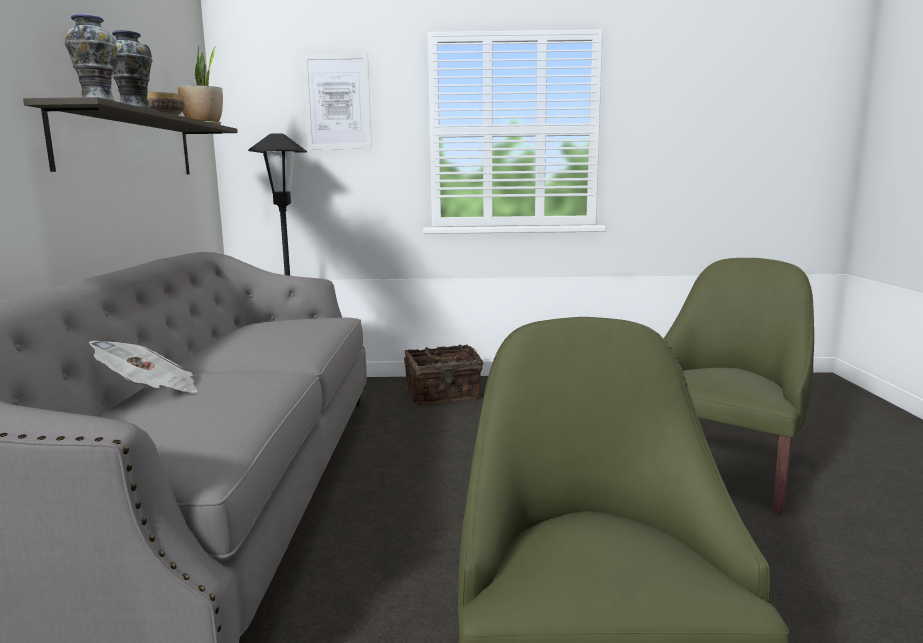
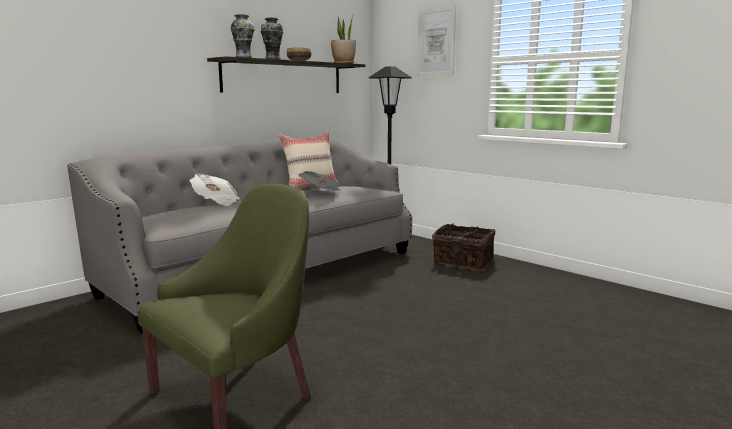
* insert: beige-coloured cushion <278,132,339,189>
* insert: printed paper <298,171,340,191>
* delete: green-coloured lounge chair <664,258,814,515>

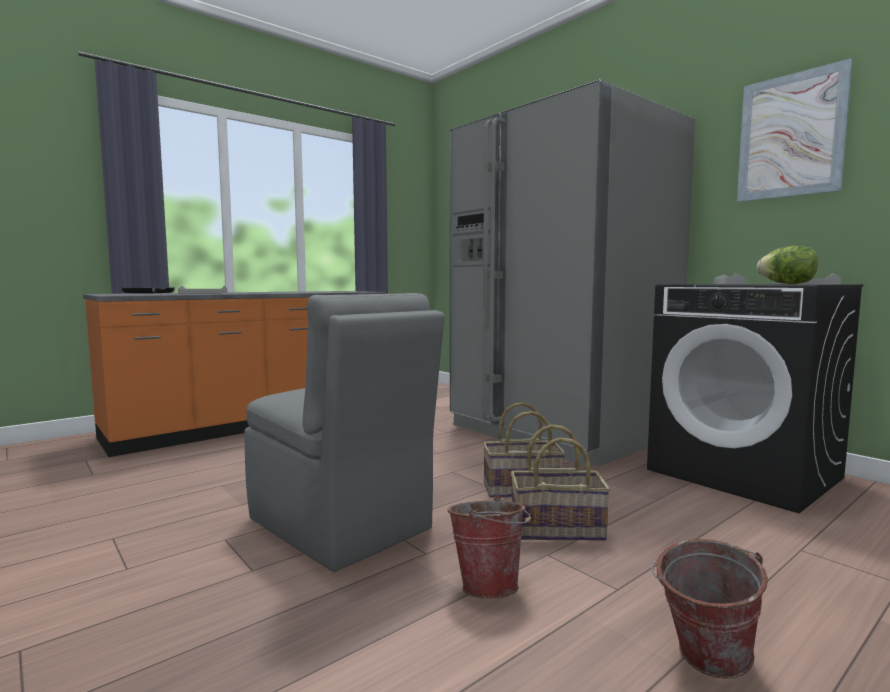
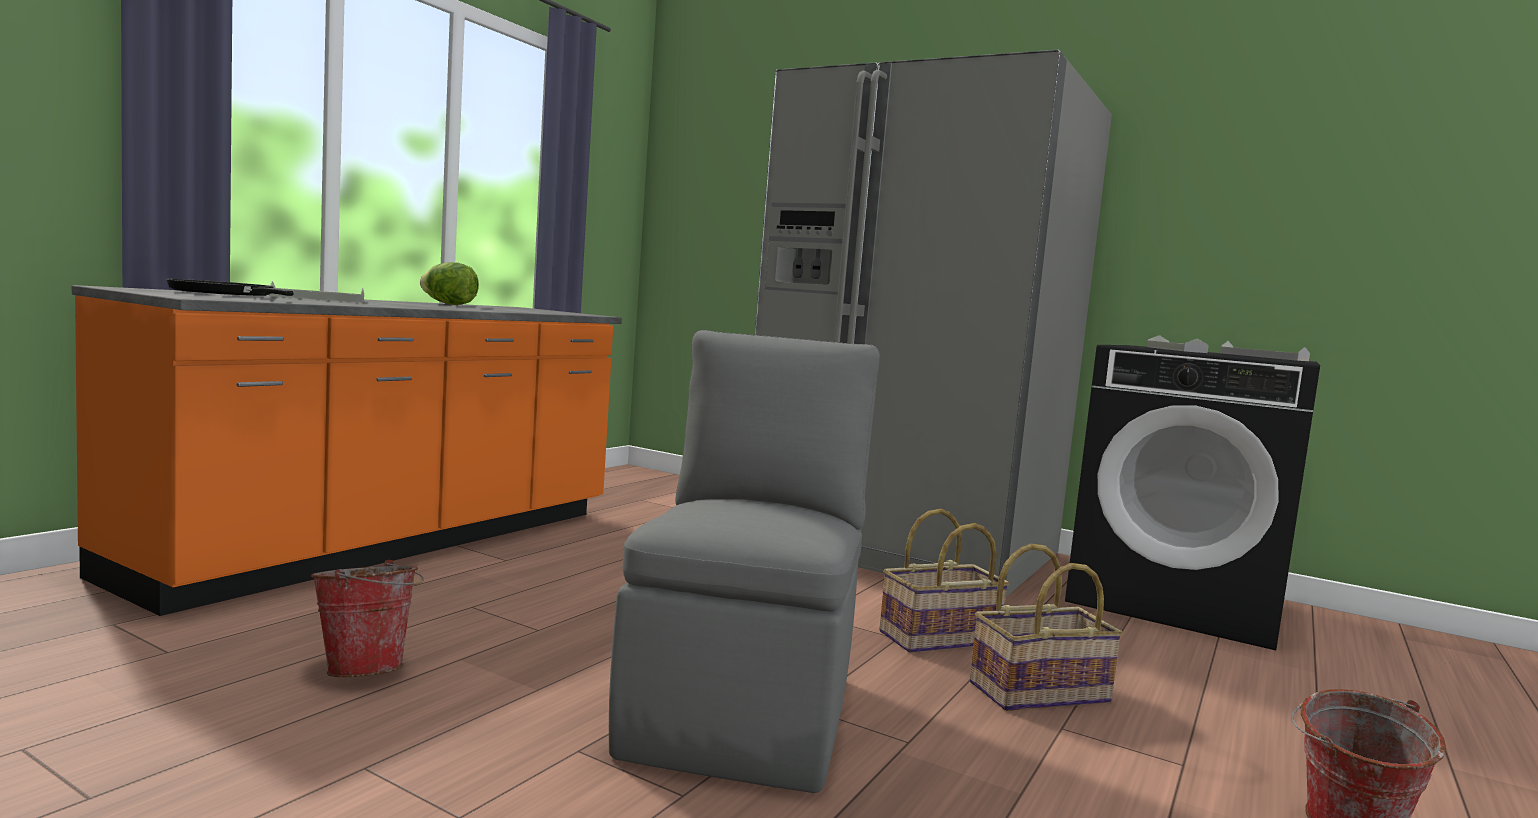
* move: water bucket <447,495,531,598> to <311,560,424,677>
* move: head of lettuce <757,246,818,284> to <420,262,479,305>
* rotate: grey upright chair <244,293,445,572> = <609,330,880,793> 105 degrees counterclockwise
* delete: wall picture <737,58,853,202>

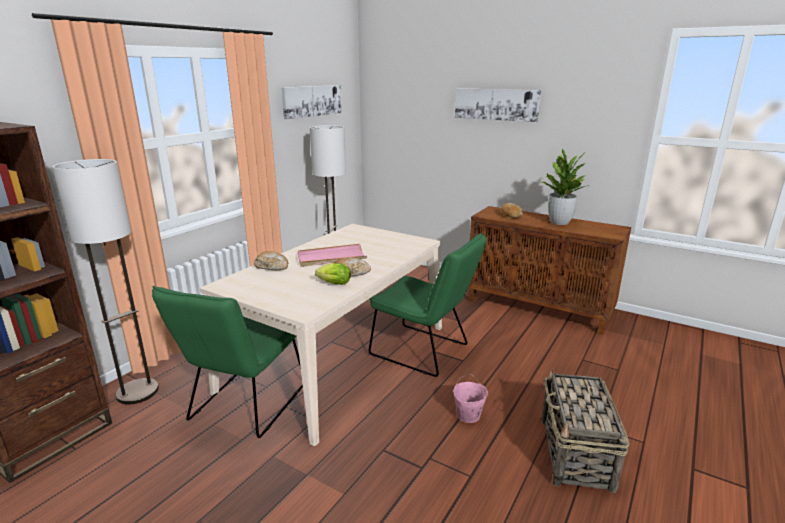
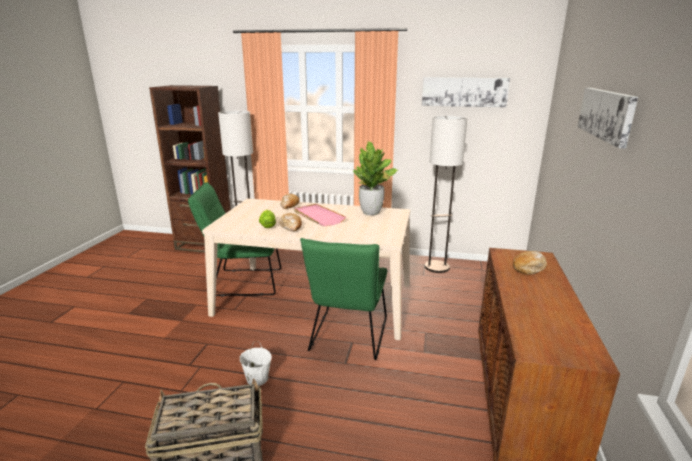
* recolor: pink-coloured water bucket <453,374,488,423> to whitish water bucket <240,341,272,386>
* move: houseplant <541,149,590,225> to <353,141,398,215>

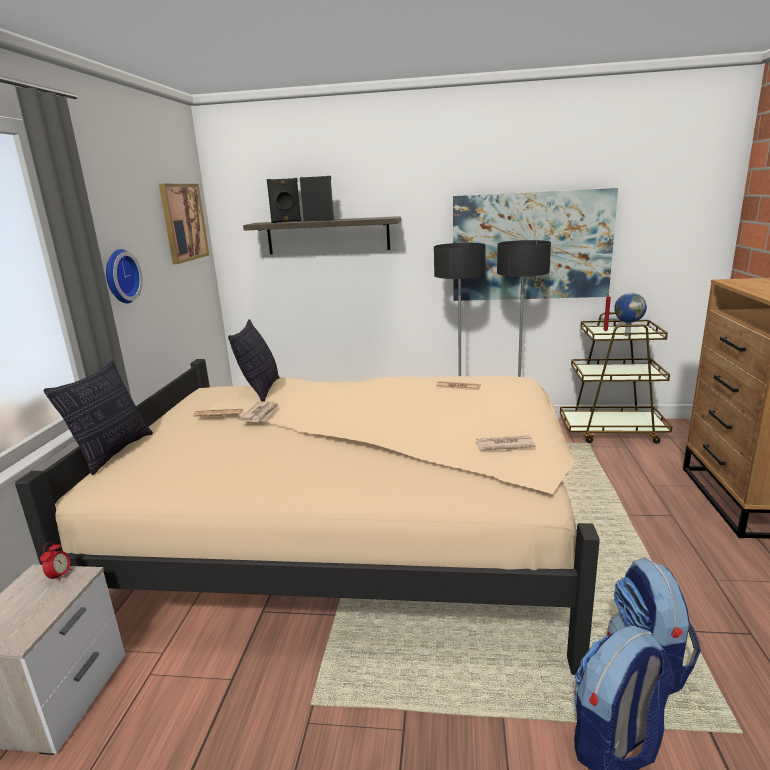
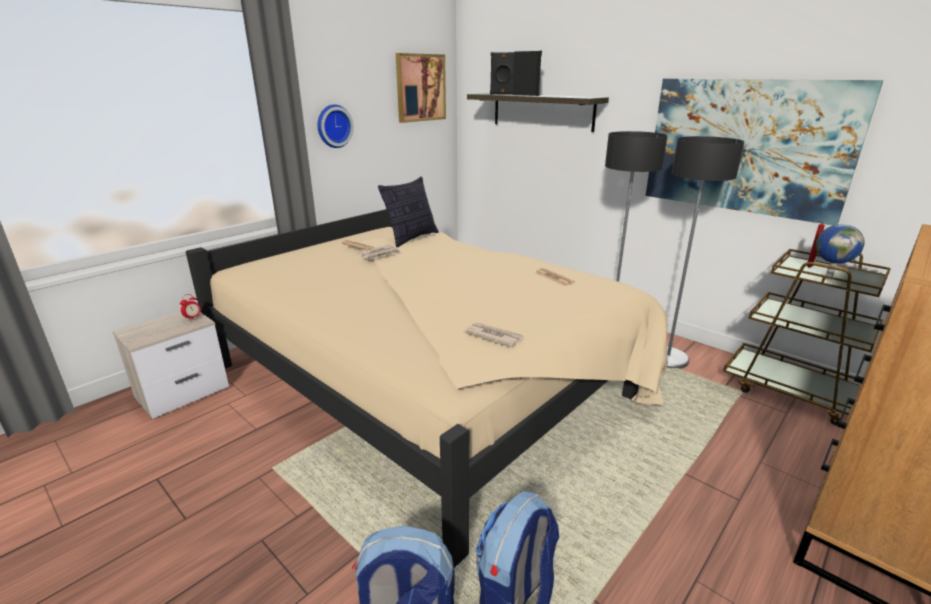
* delete: cushion <44,361,153,475>

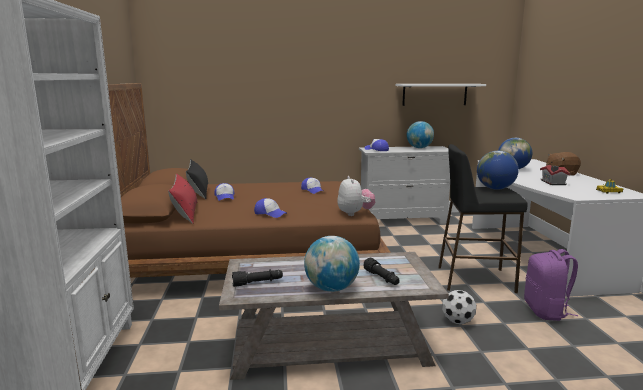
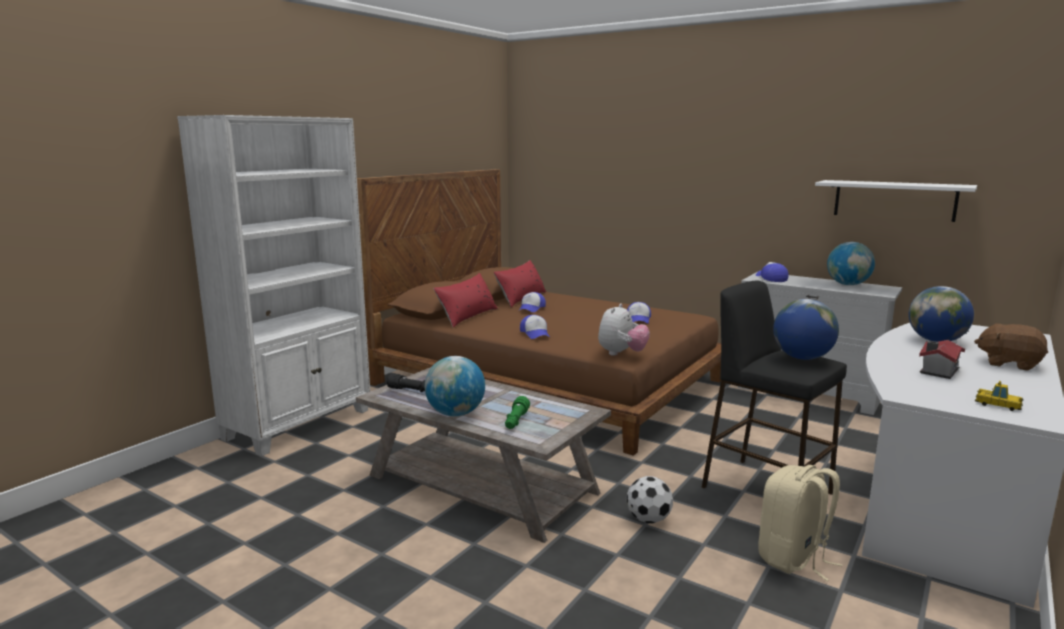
* recolor: black cushion <186,159,208,199> to reddish cushion <494,260,546,307>
* recolor: black hand torch <363,258,400,285> to green-coloured hand torch <505,396,530,429>
* recolor: purple-coloured backpack <524,249,578,321> to beige-coloured backpack <758,465,842,581>

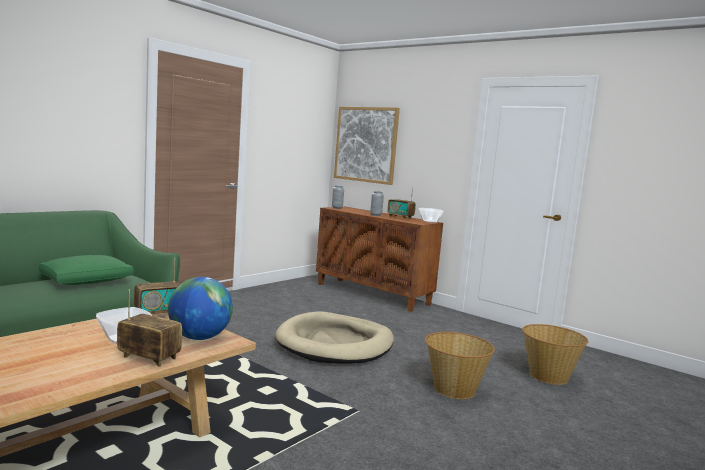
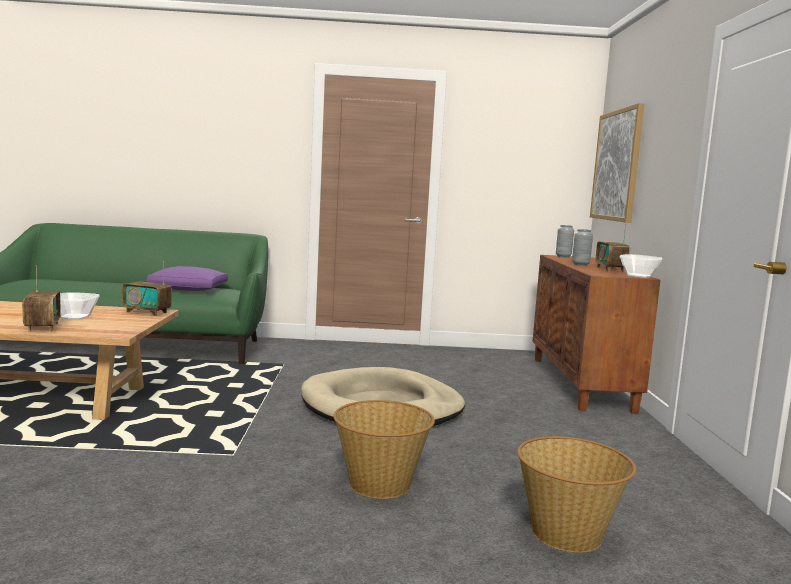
* recolor: green-coloured cushion <39,255,134,285> to purple-coloured cushion <147,266,228,291>
* delete: world globe <168,277,233,340>

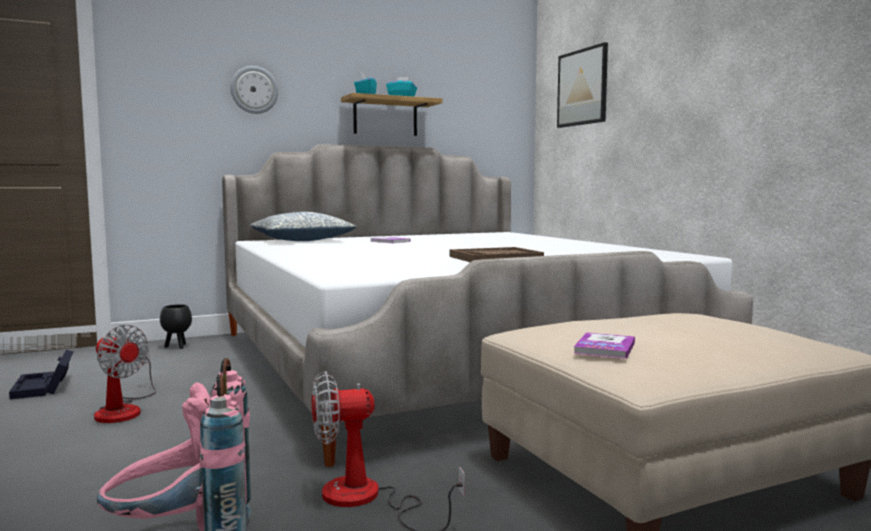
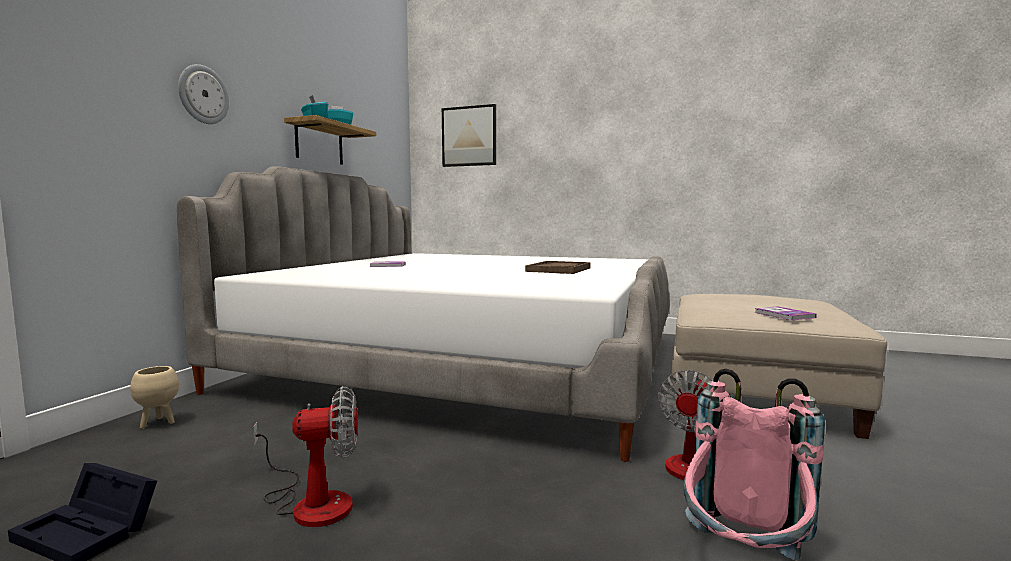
* recolor: black plant pot <160,304,192,349> to beige-coloured plant pot <130,366,179,429>
* delete: cushion <250,212,357,241>

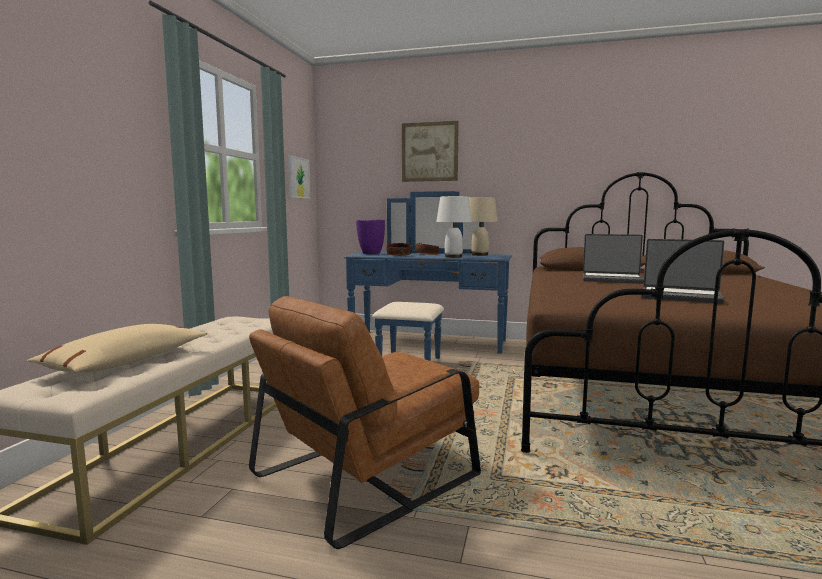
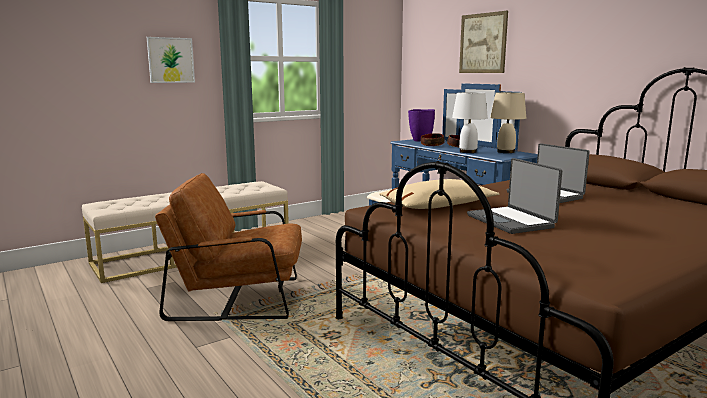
* move: wall picture <288,155,310,199> to <147,37,195,83>
* move: beige-coloured cushion <27,324,207,372> to <379,179,499,209>

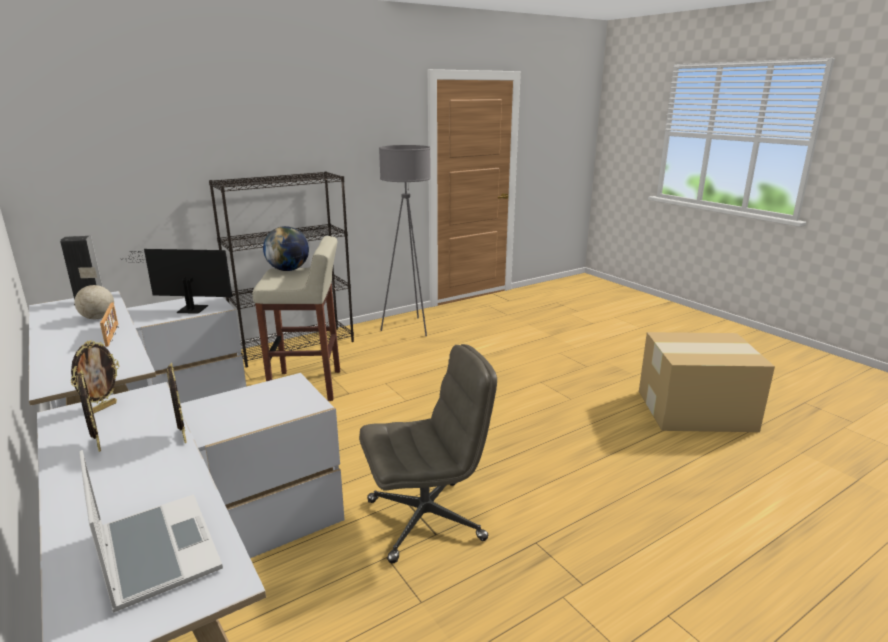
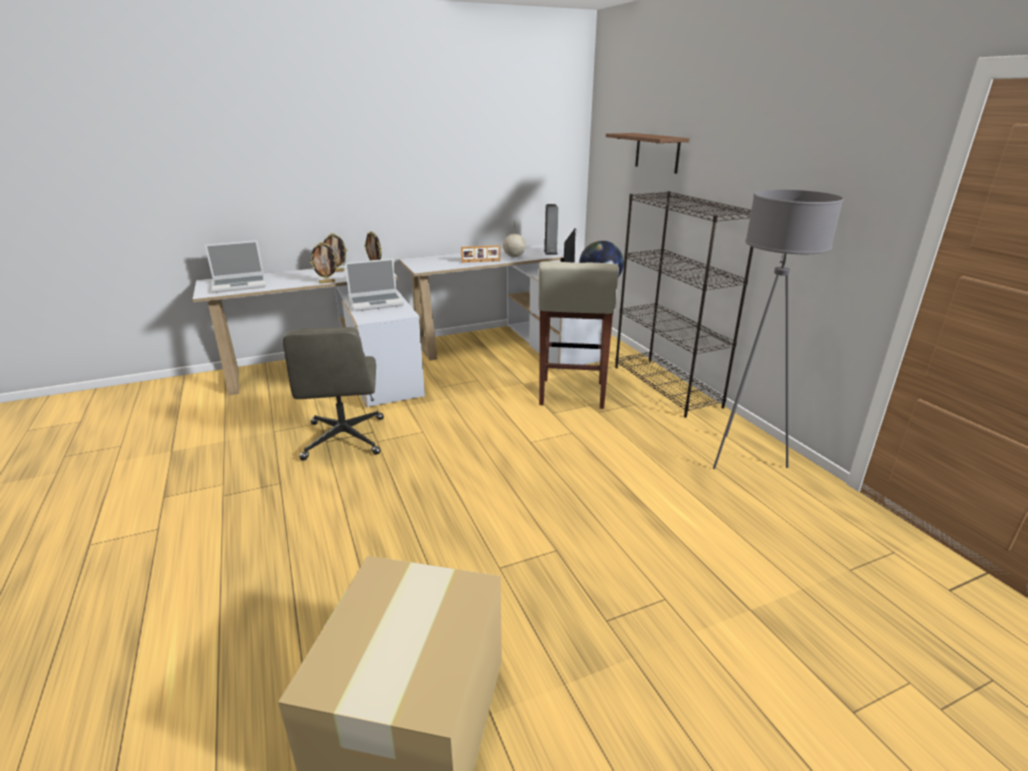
* insert: portable computer <345,258,404,311>
* insert: brown wall shelf <606,133,689,174>

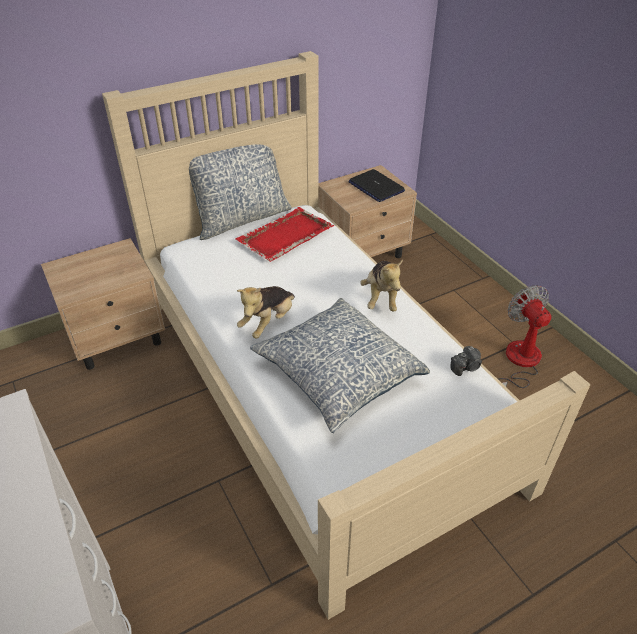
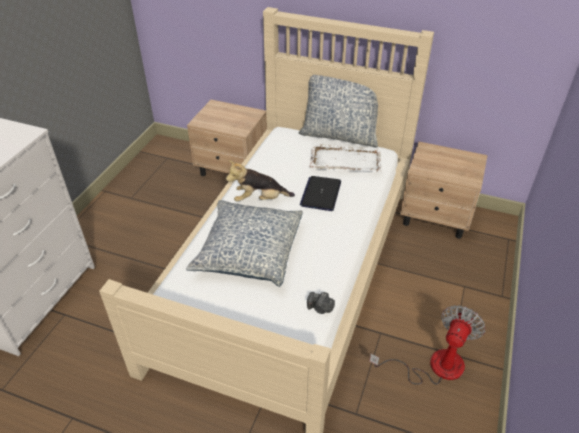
* move: portable computer <348,169,405,202> to <300,176,341,211>
* recolor: reddish serving tray <236,207,334,262> to whitish serving tray <309,143,382,172>
* delete: soft toy <360,260,403,311>

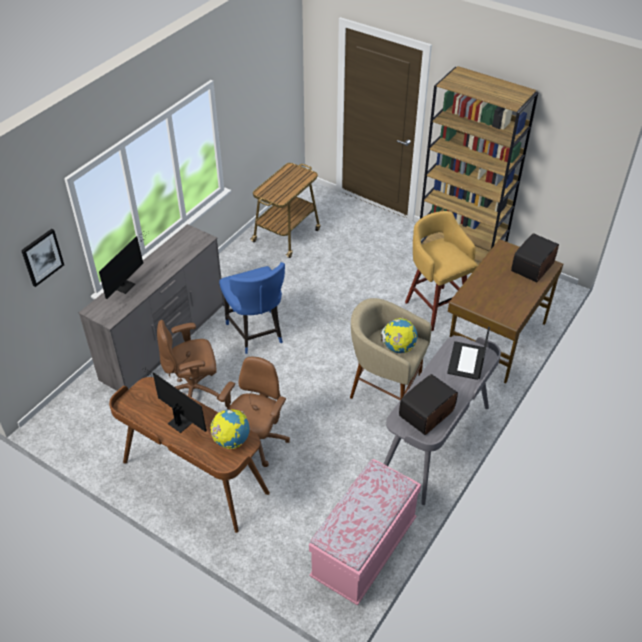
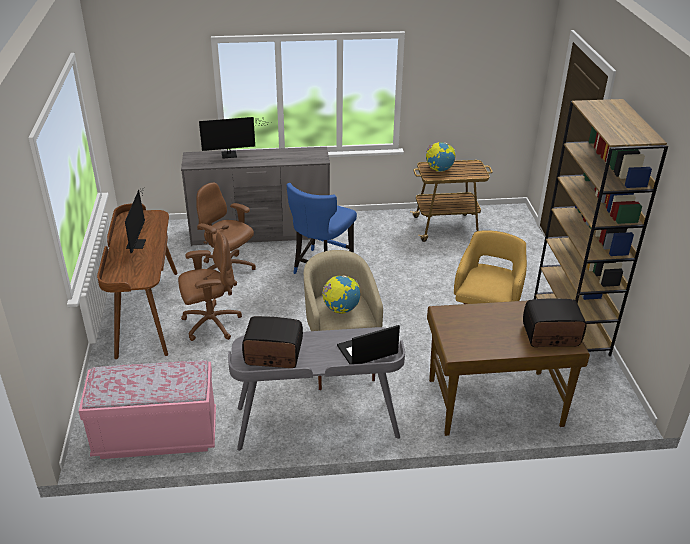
* move: world globe <210,409,250,449> to <426,142,456,172>
* delete: wall picture <21,229,64,287>

